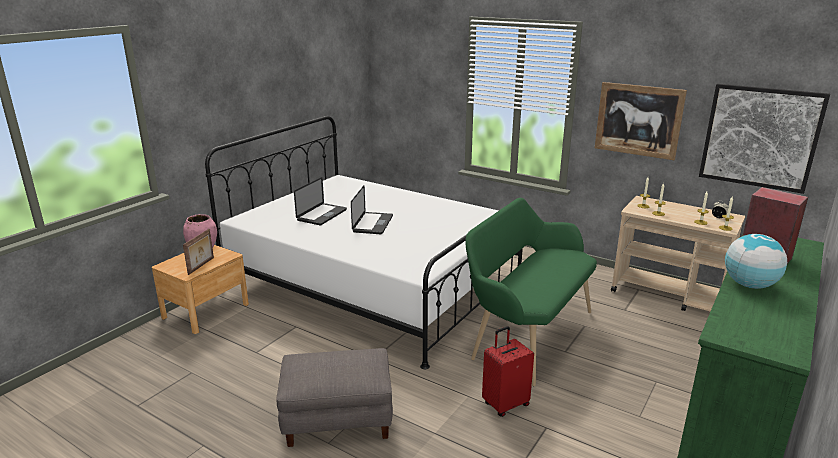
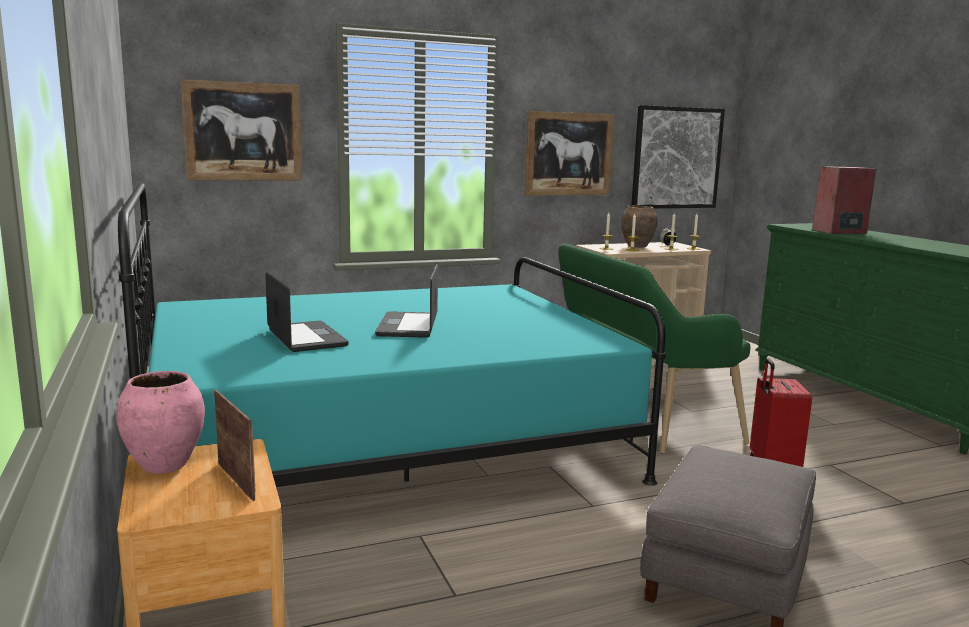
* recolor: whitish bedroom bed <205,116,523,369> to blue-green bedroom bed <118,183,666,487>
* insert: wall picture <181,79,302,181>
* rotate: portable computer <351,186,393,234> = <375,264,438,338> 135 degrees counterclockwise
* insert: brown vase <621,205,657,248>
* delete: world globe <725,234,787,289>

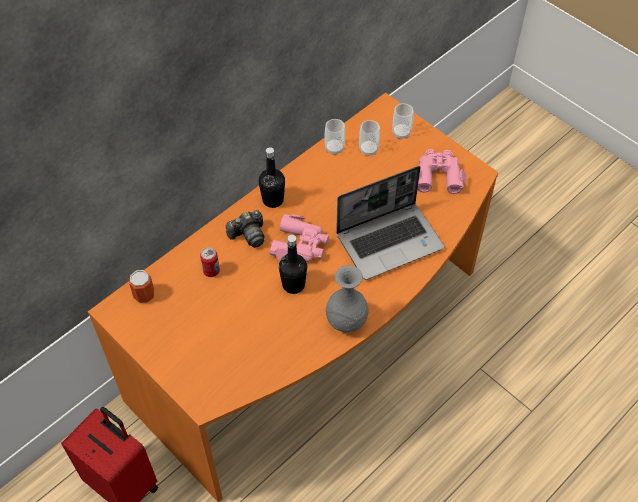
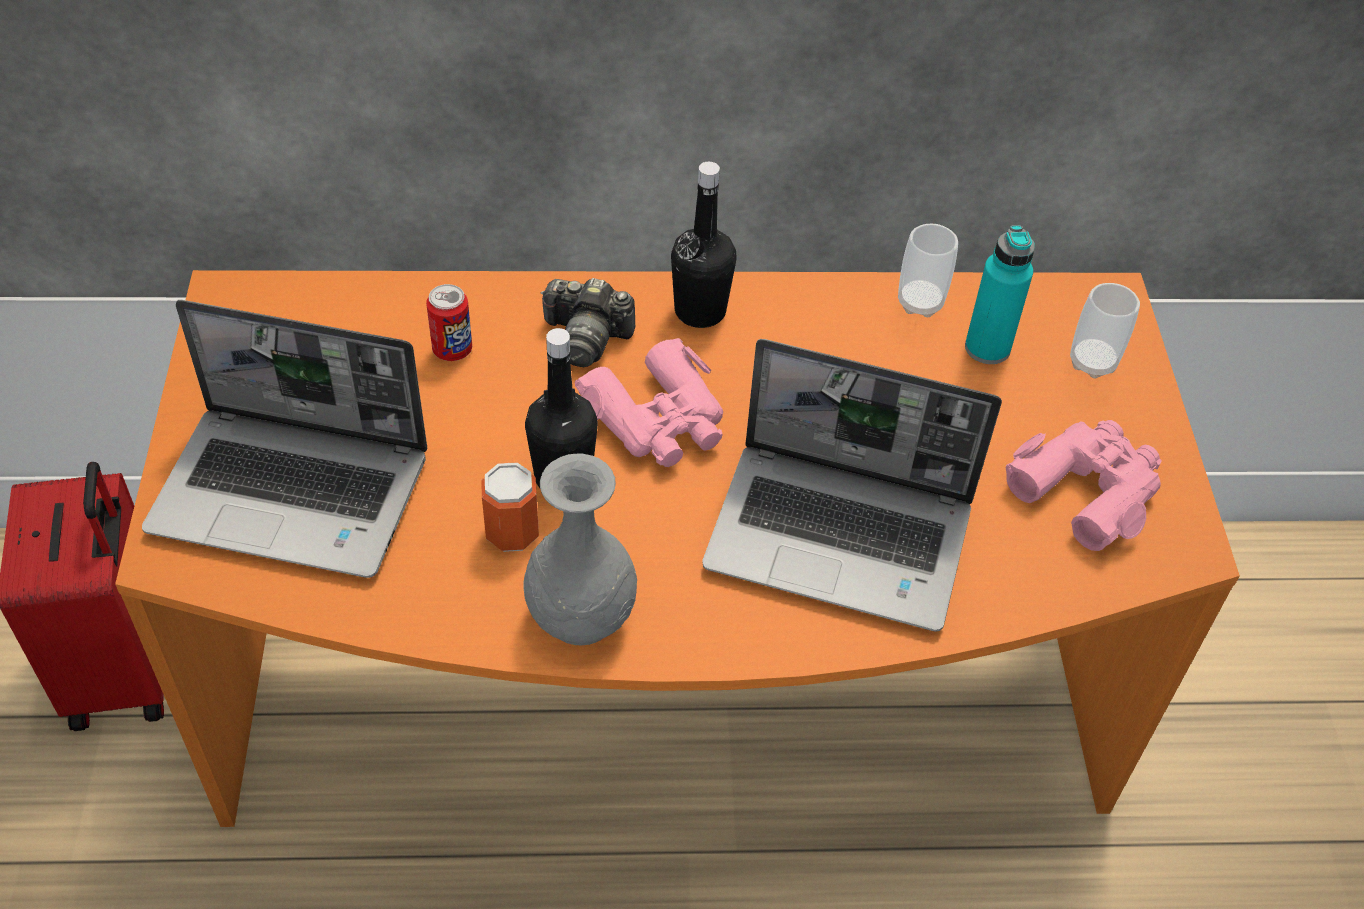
* insert: portable computer <142,300,428,578>
* move: metal can <129,270,154,303> to <481,462,539,552>
* replace: cup <359,120,380,156> to blue-green drink bottle <965,225,1035,364>

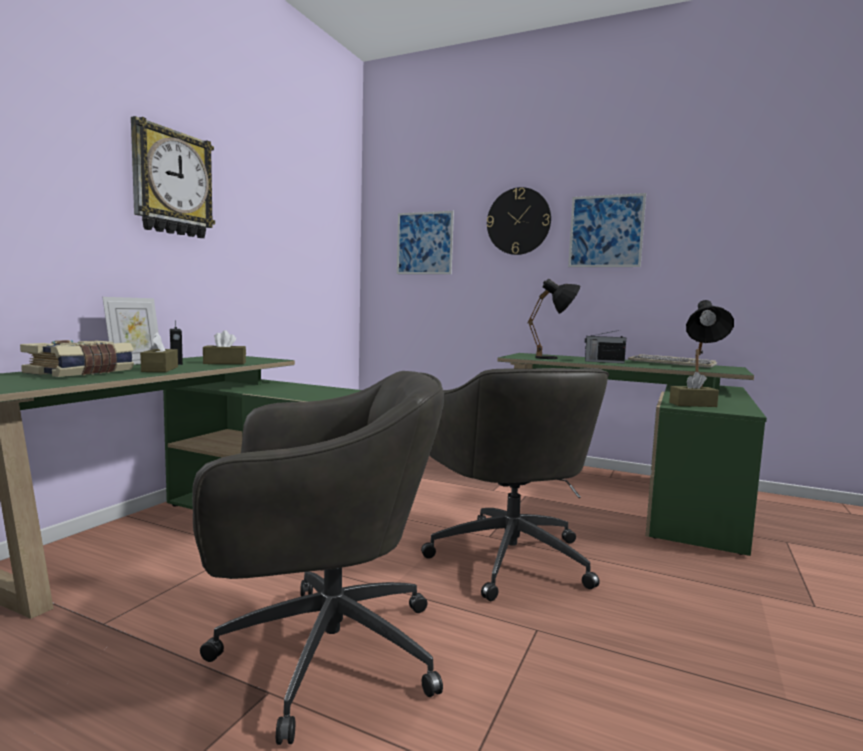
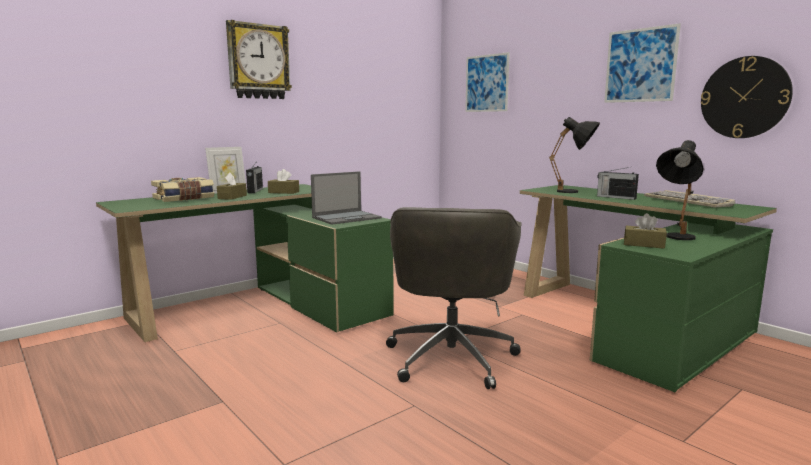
* insert: portable computer <311,171,382,225>
* move: clock on the wall <487,187,551,255> to <701,56,793,138>
* delete: grey computer chair <192,371,444,745>

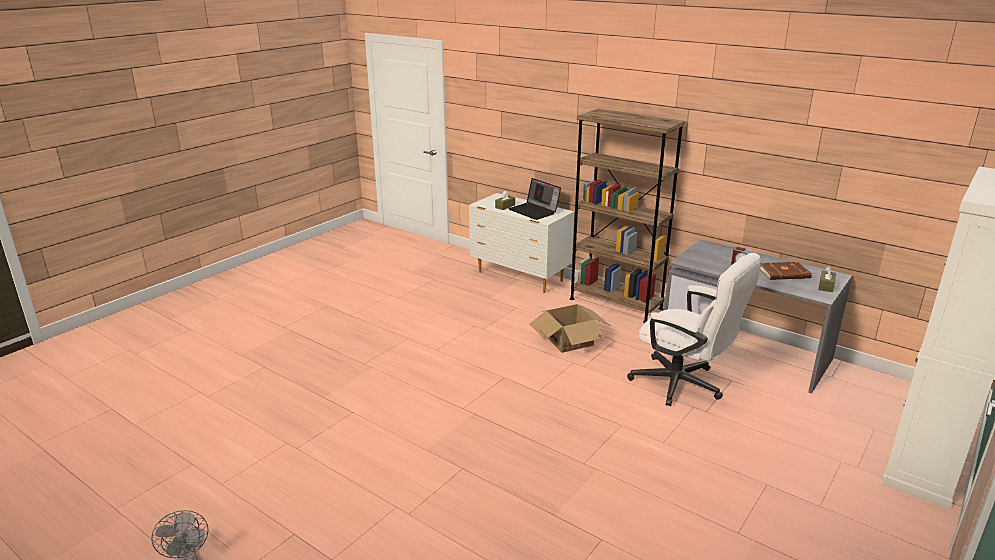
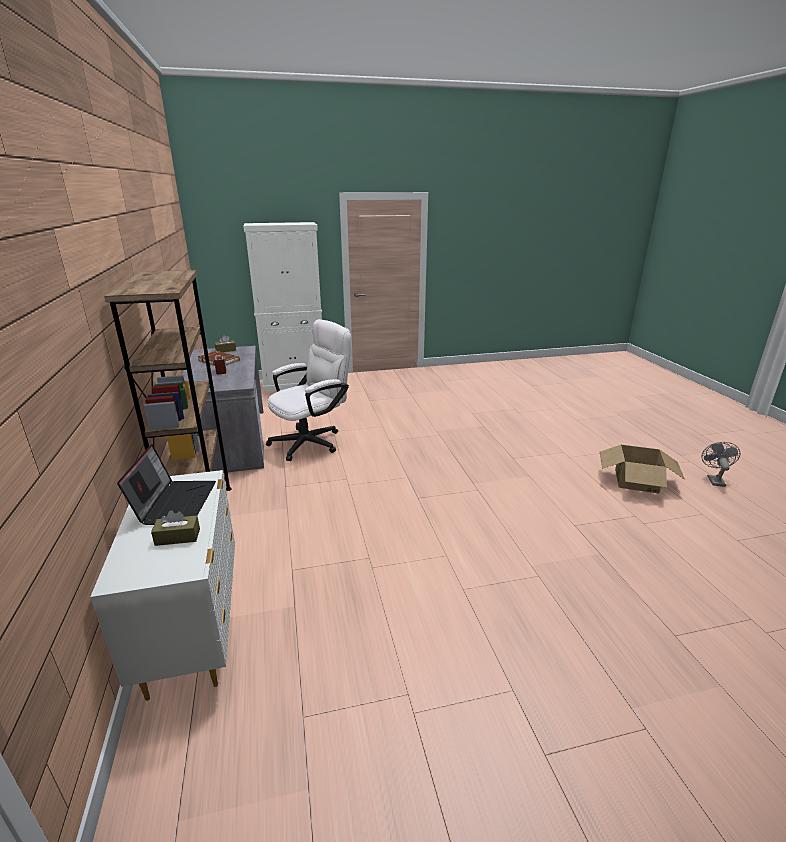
* rotate: whitish computer chair <627,253,761,406> = <266,319,352,461> 60 degrees clockwise
* move: cardboard box <530,304,609,353> to <600,445,685,493>

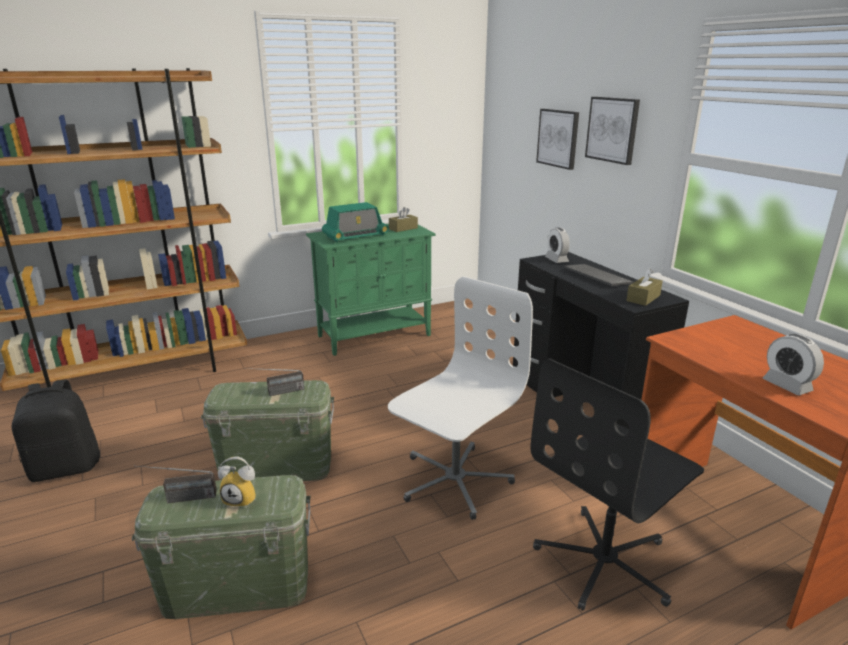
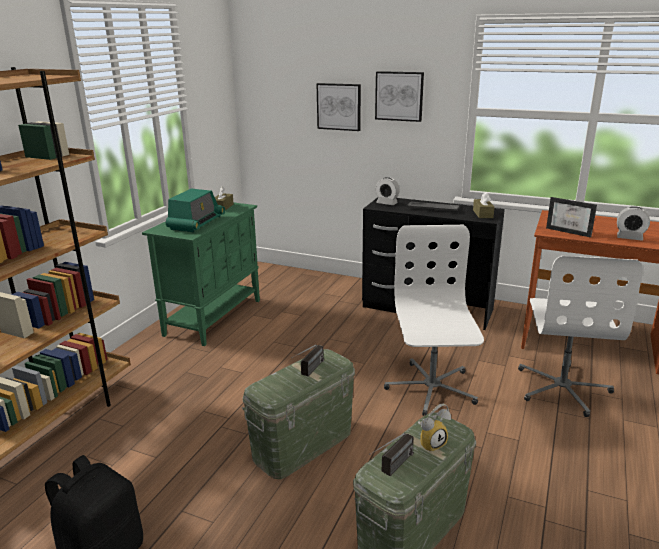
* recolor: black computer chair <530,358,704,611> to whitish computer chair <518,256,643,417>
* insert: photo frame <546,197,597,238>

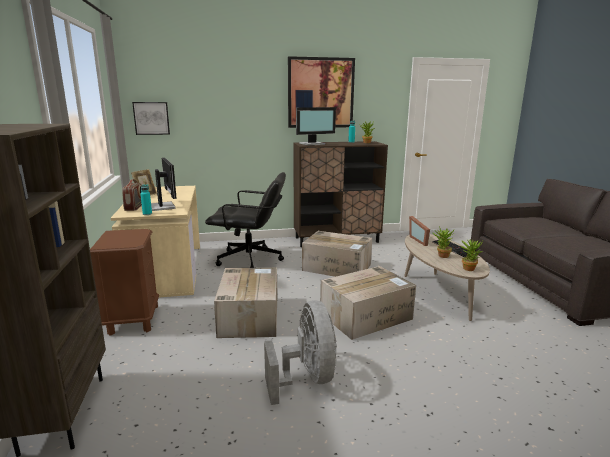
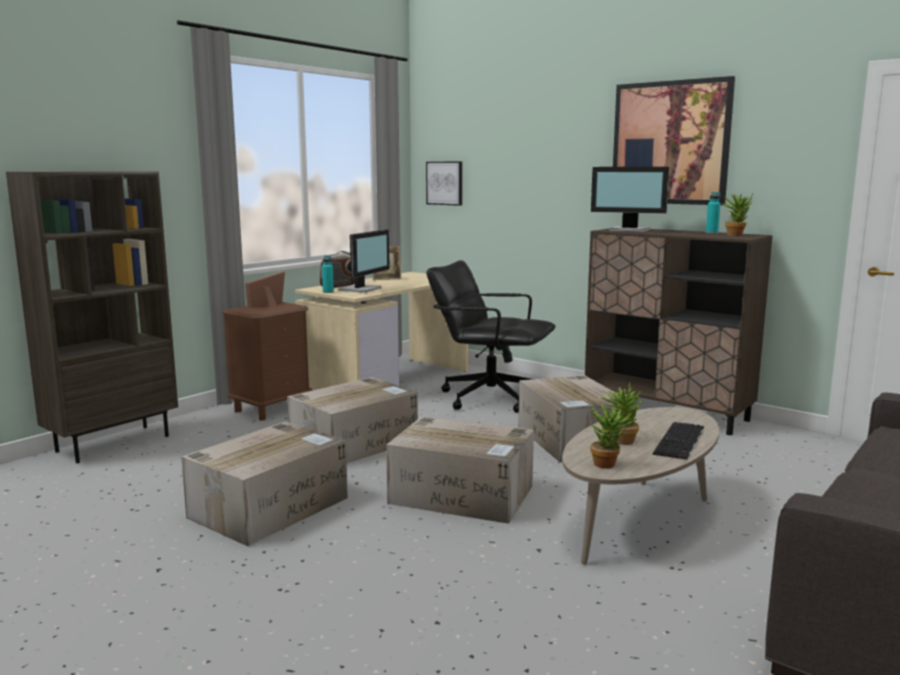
* replace: grey cooling fan <264,300,337,405> to cardboard box <181,422,348,546>
* move: photo frame <409,216,430,246> to <245,272,285,308>
* rotate: black computer chair <205,172,286,268> = <426,260,556,413> 150 degrees clockwise

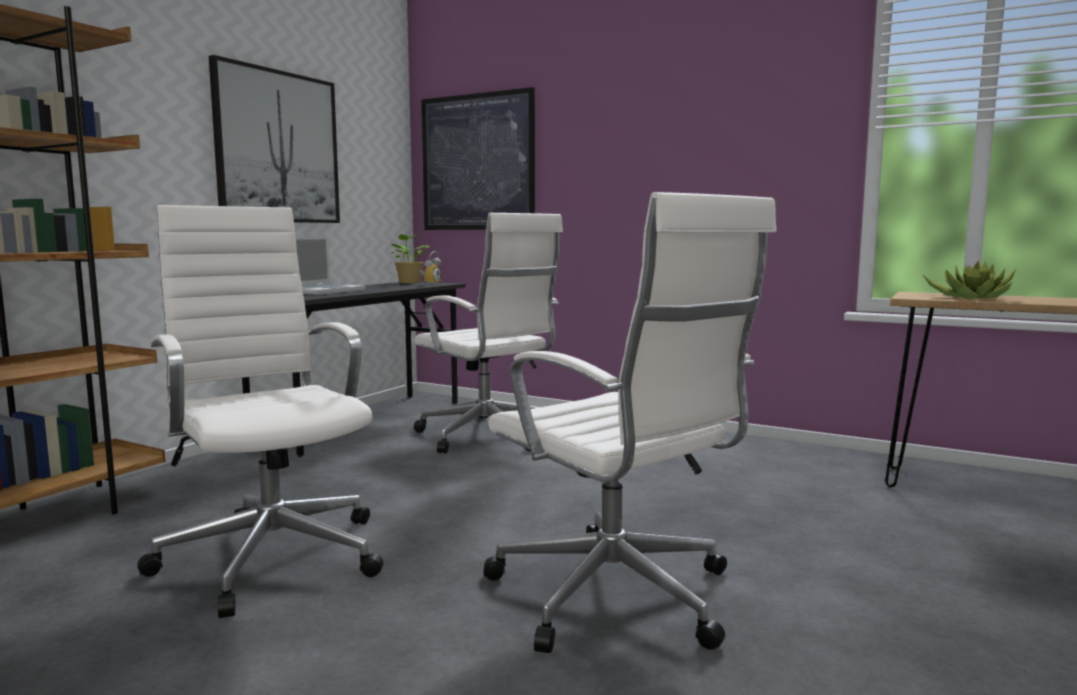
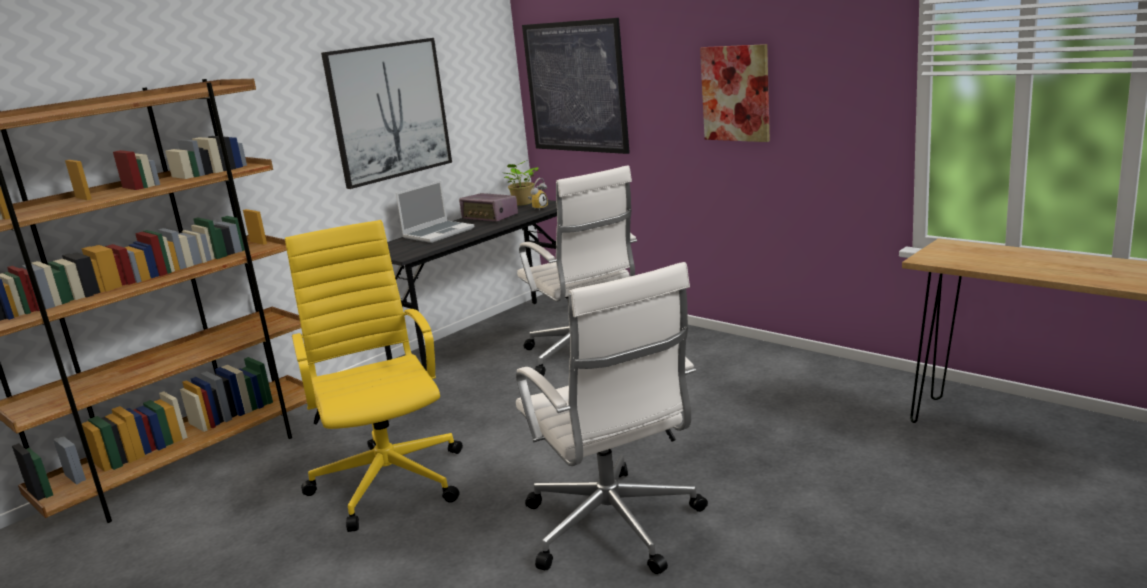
* recolor: whitish computer chair <137,205,383,618> to yellowish computer chair <285,220,463,532>
* insert: radio set <459,193,518,222>
* insert: wall picture <700,44,770,142>
* delete: houseplant <922,260,1016,299>

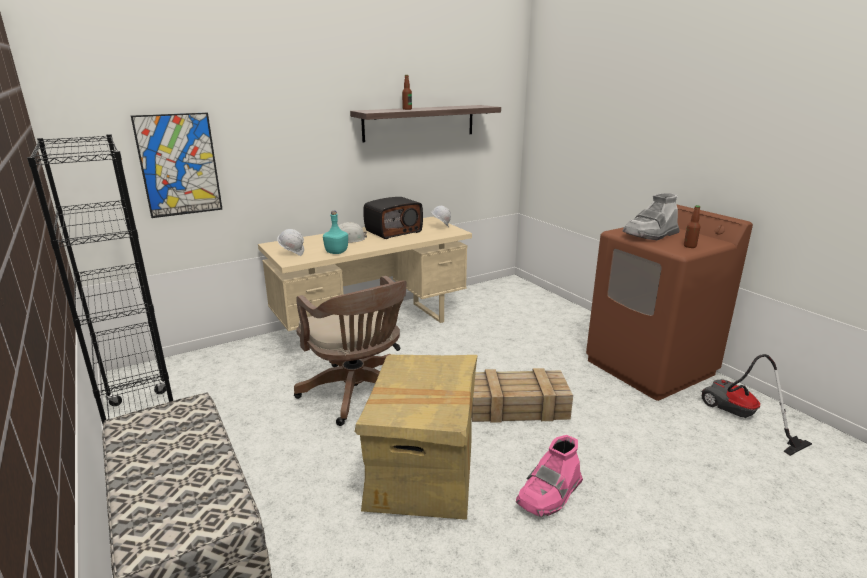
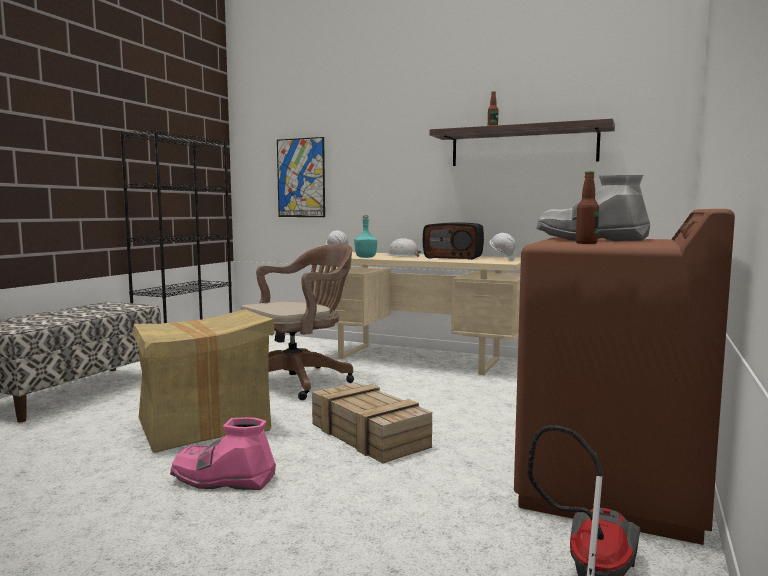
* rotate: brown computer chair <294,276,407,426> = <241,244,354,400> 150 degrees counterclockwise

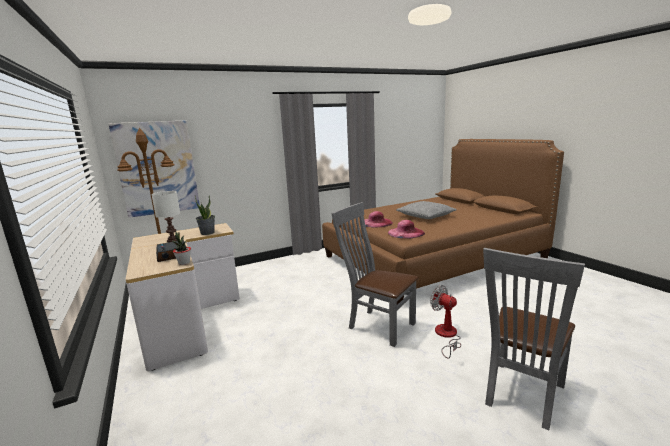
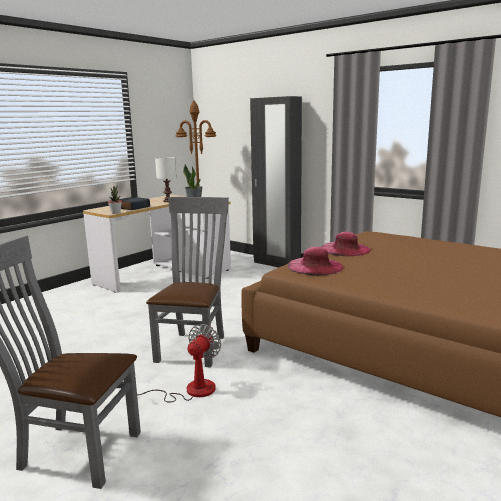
* insert: black wardrobe <250,96,302,268>
* delete: wall picture <108,120,200,218>
* delete: grey cushion <396,201,457,219>

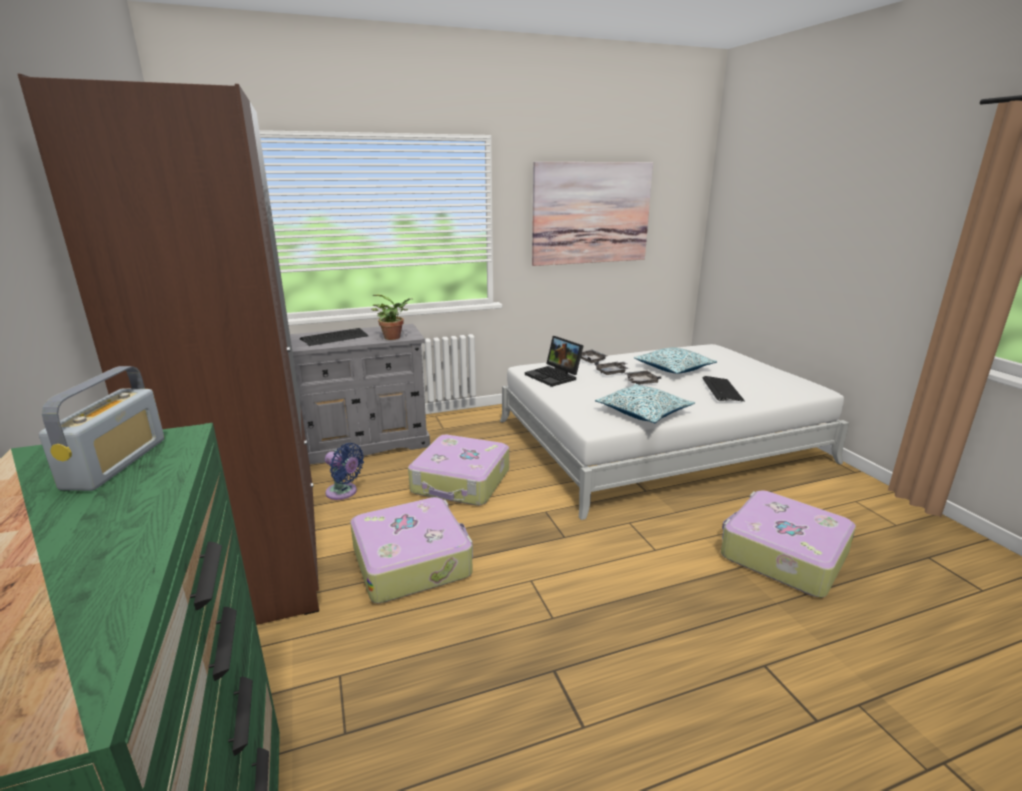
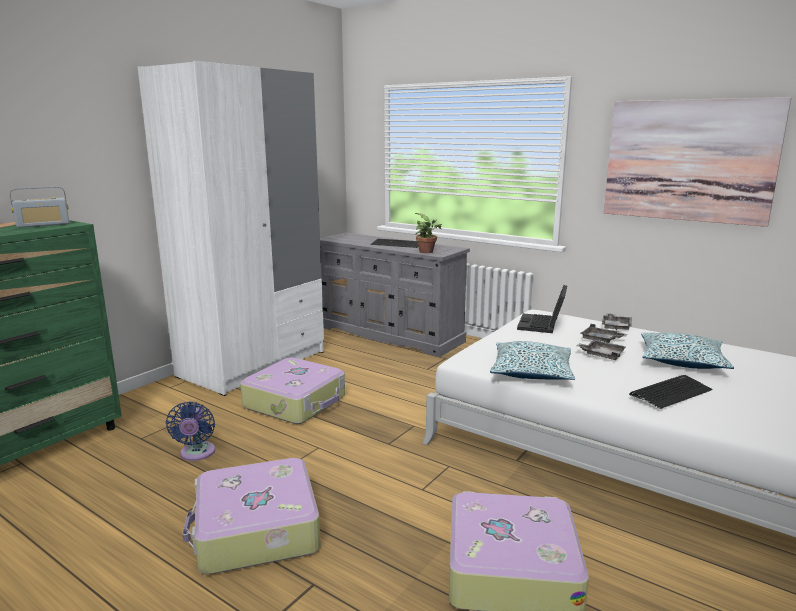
* recolor: brown wardrobe <18,74,319,625> to whitish wardrobe <137,61,324,396>
* move: blue-coloured cooling fan <325,443,364,500> to <166,401,215,461>
* move: suitcase <408,434,509,506> to <182,458,320,574>

